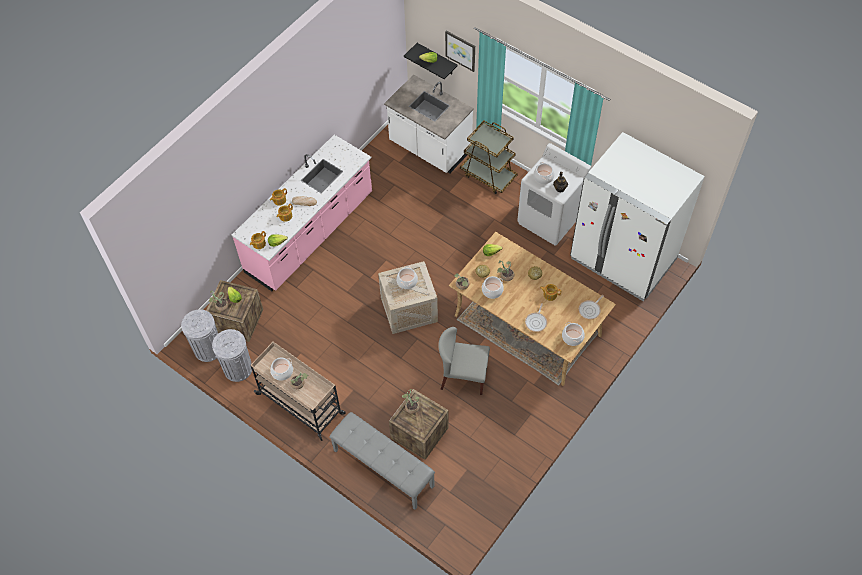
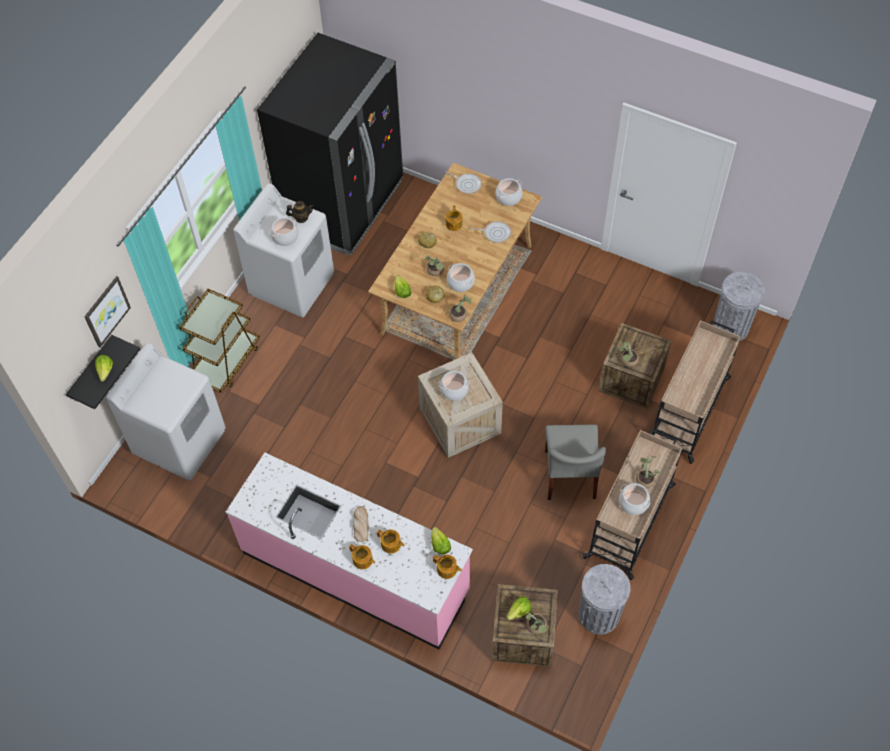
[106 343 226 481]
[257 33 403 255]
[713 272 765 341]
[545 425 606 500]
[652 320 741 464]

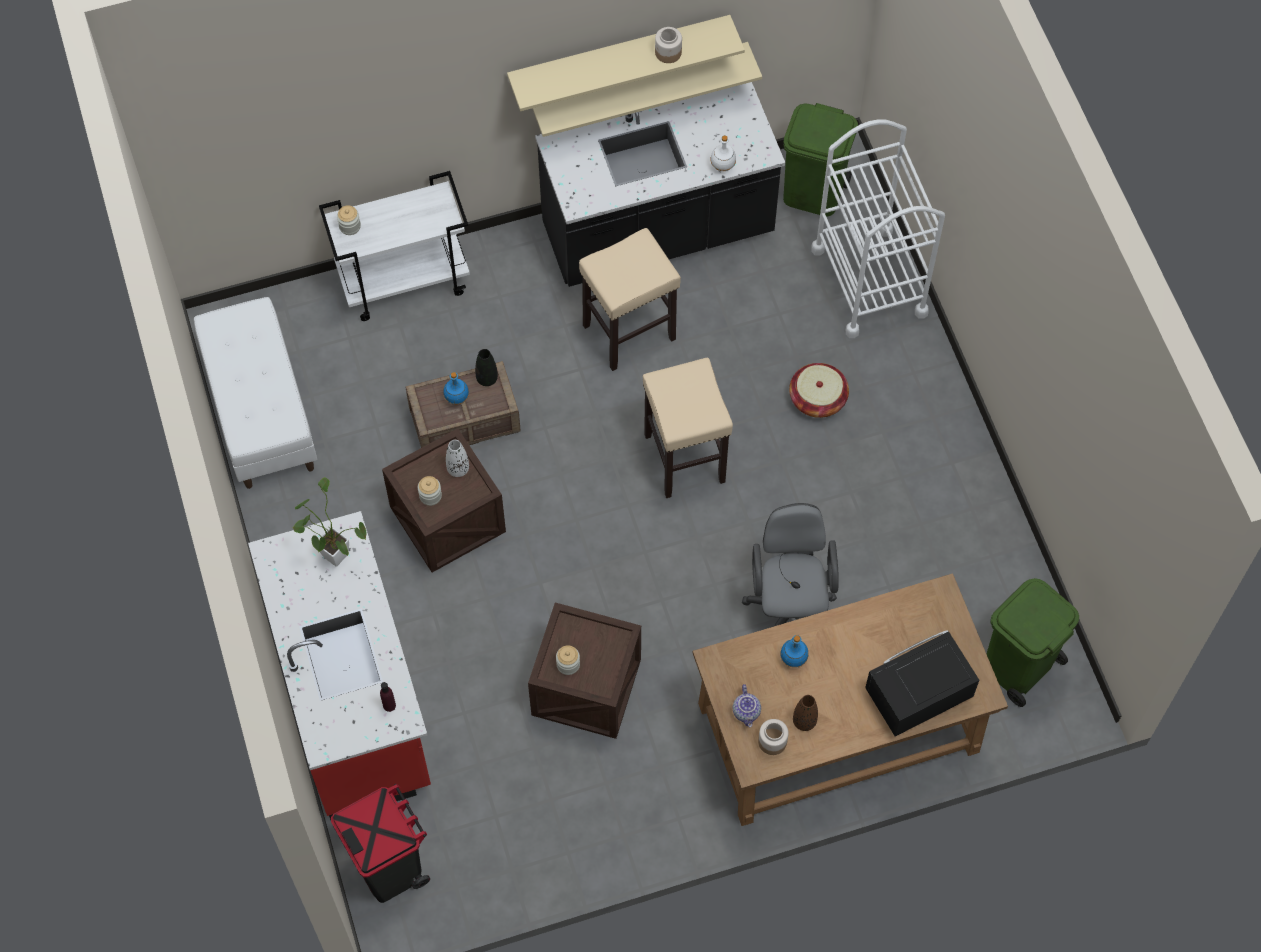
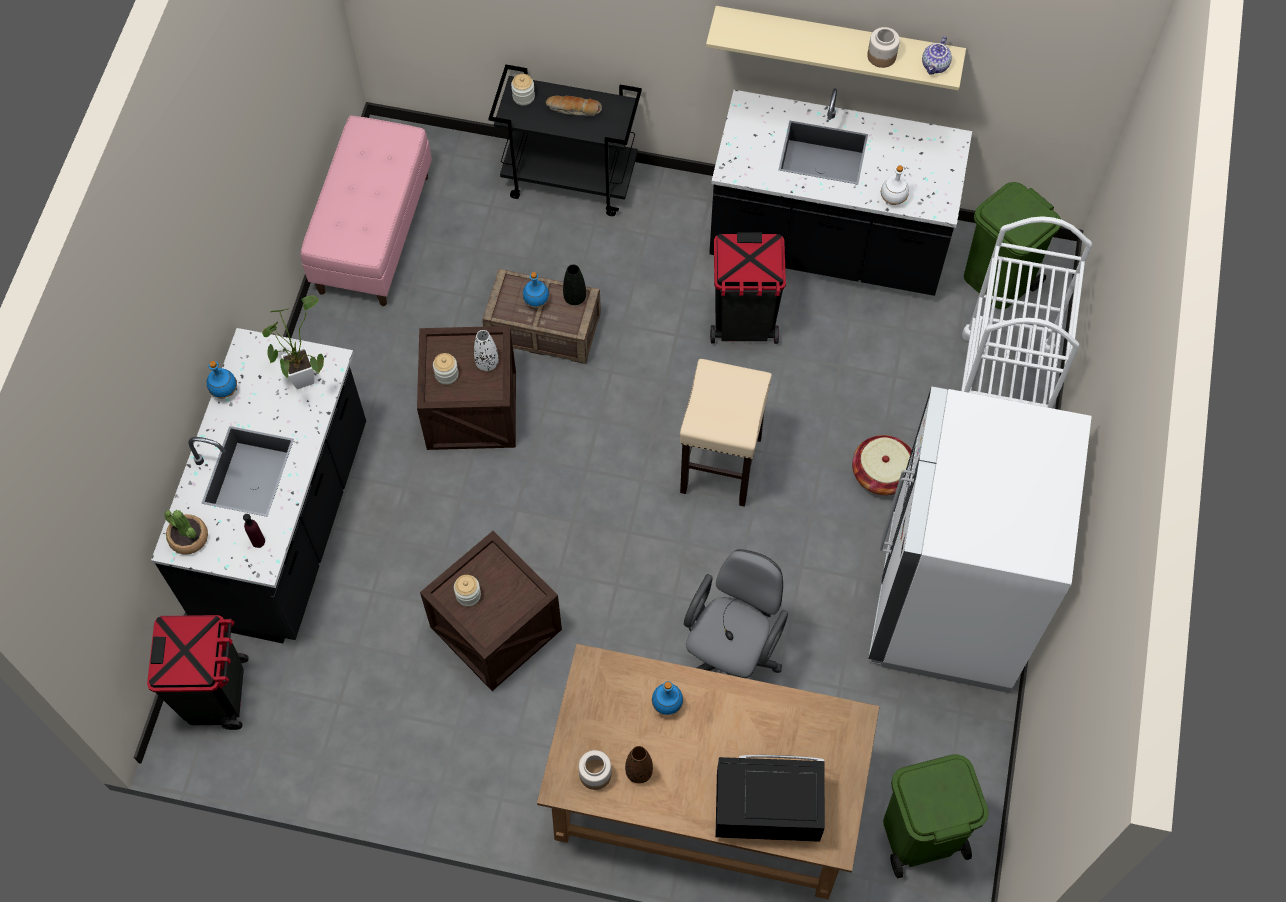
[532 42 762 137] (first image)
[488 64 642 216]
[710 232 786 344]
[301 116 432 306]
[151 328 366 643]
[922 36 952 75]
[546 95 602 116]
[207 361 237 399]
[868 386 1092 693]
[164 510 208 555]

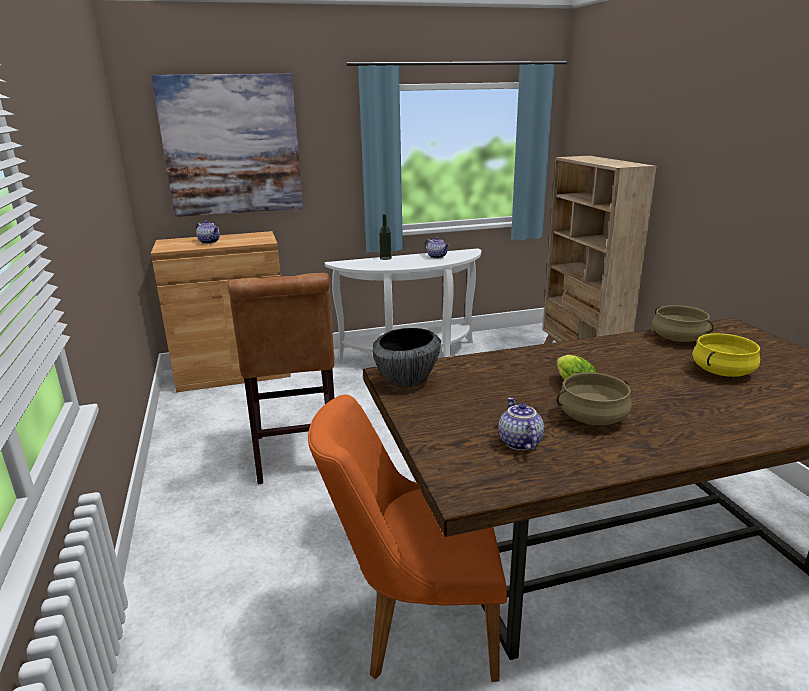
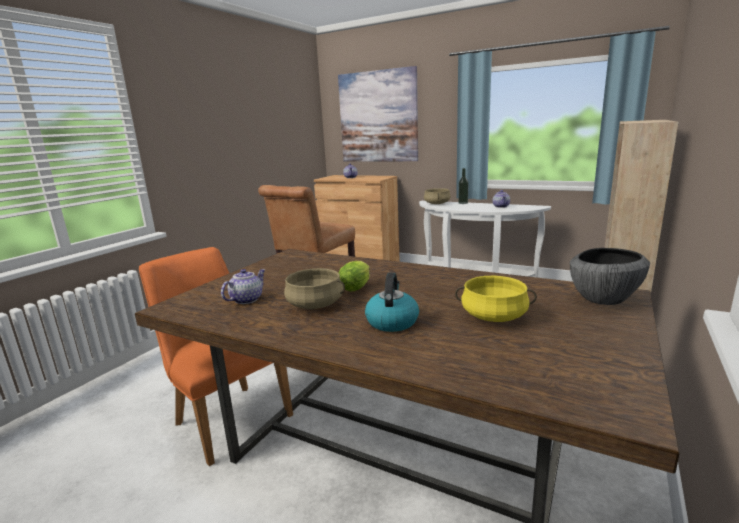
[424 188 451 204]
[570 248 650 305]
[365 273 419 332]

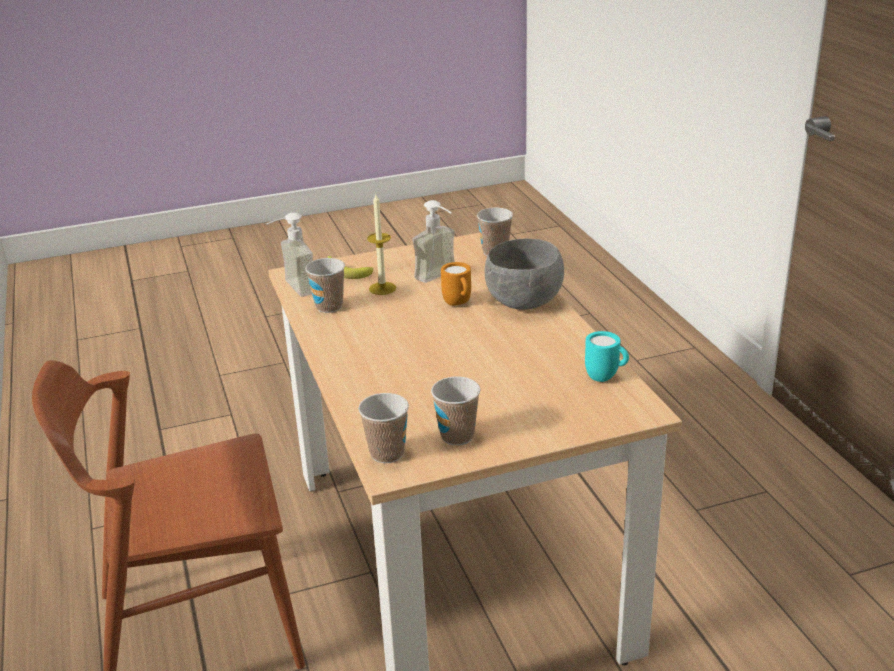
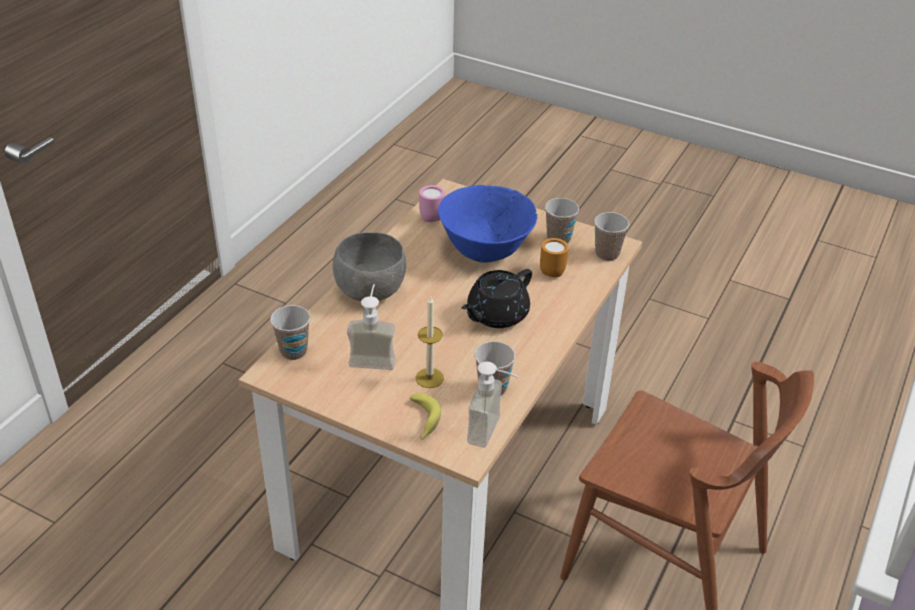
[540 238 569 277]
[419 185 445 222]
[438 185 538 262]
[462 269 532 328]

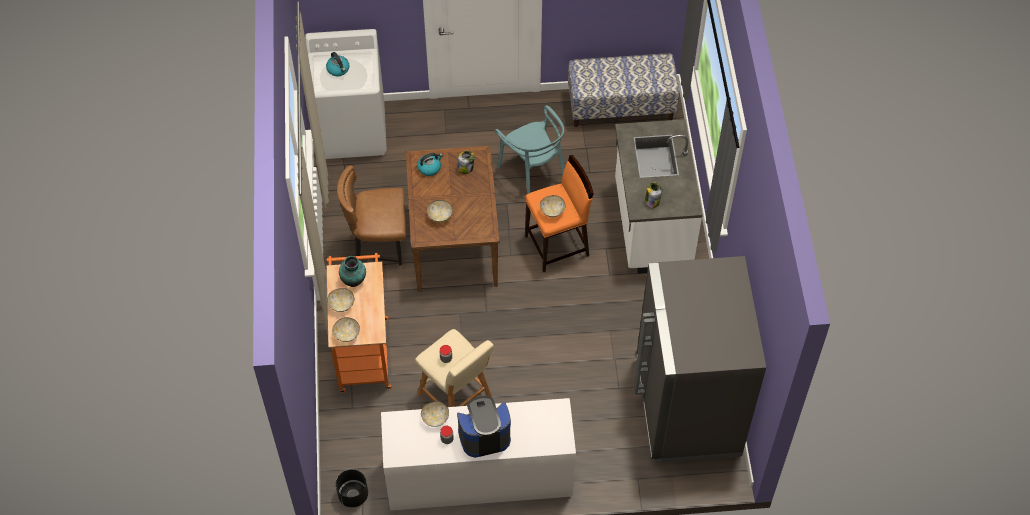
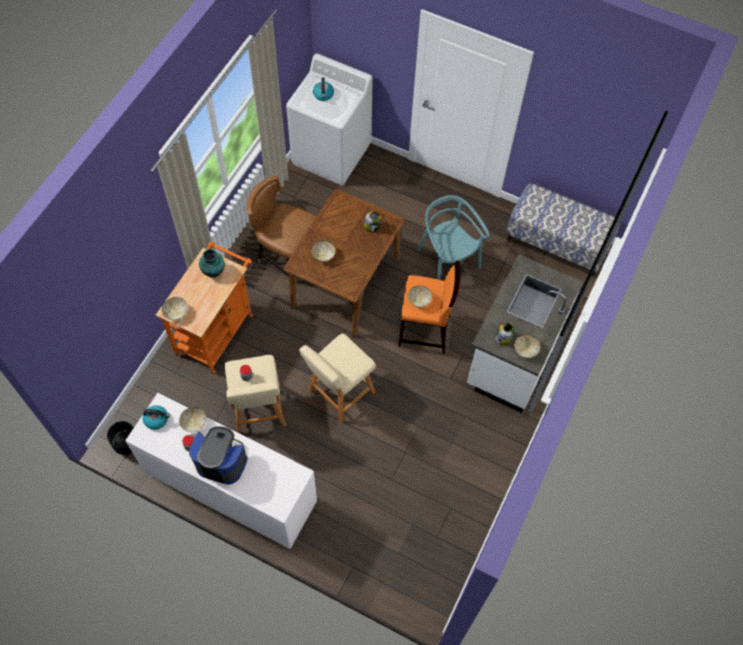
[417 195 490 280]
[143 405 170 430]
[633 256 766 463] (first image)
[514 335 540 358]
[299 334 376 423]

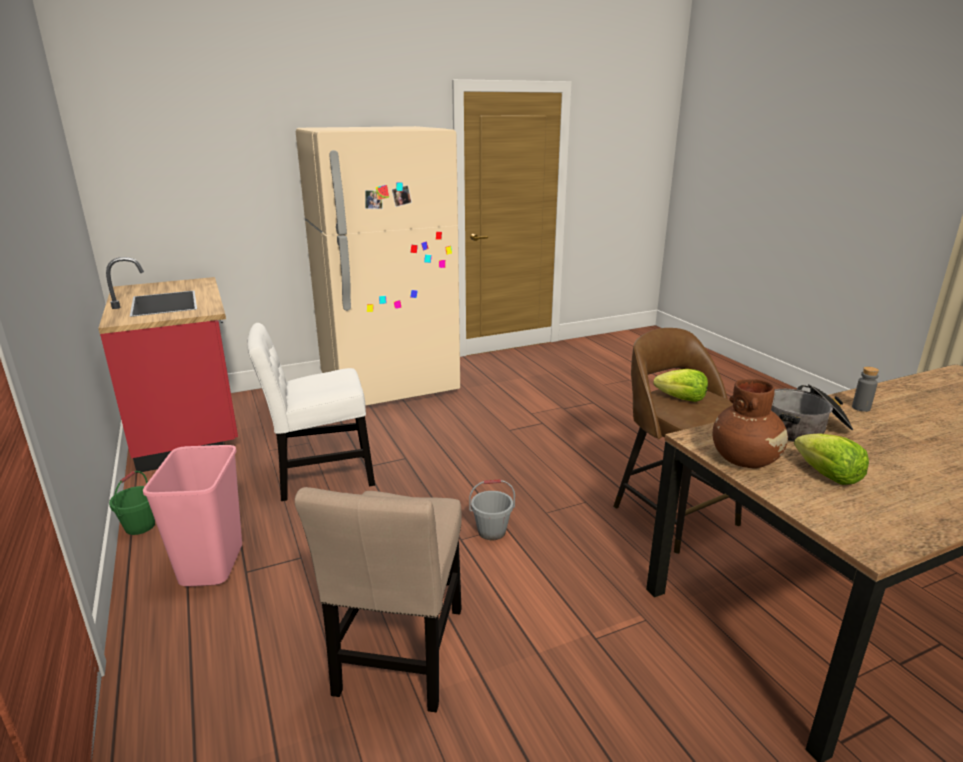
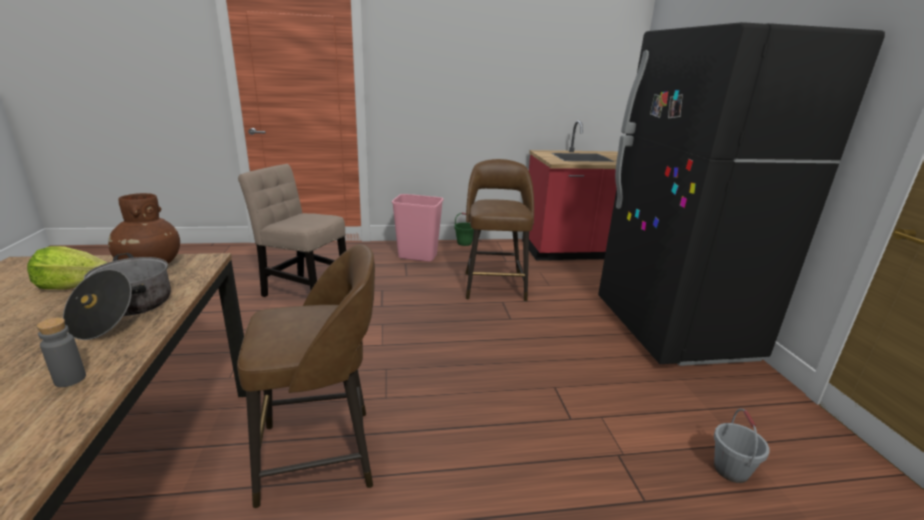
[598 22 885 366]
[465 159 534 302]
[653 369 708 402] (first image)
[714 409 770 483]

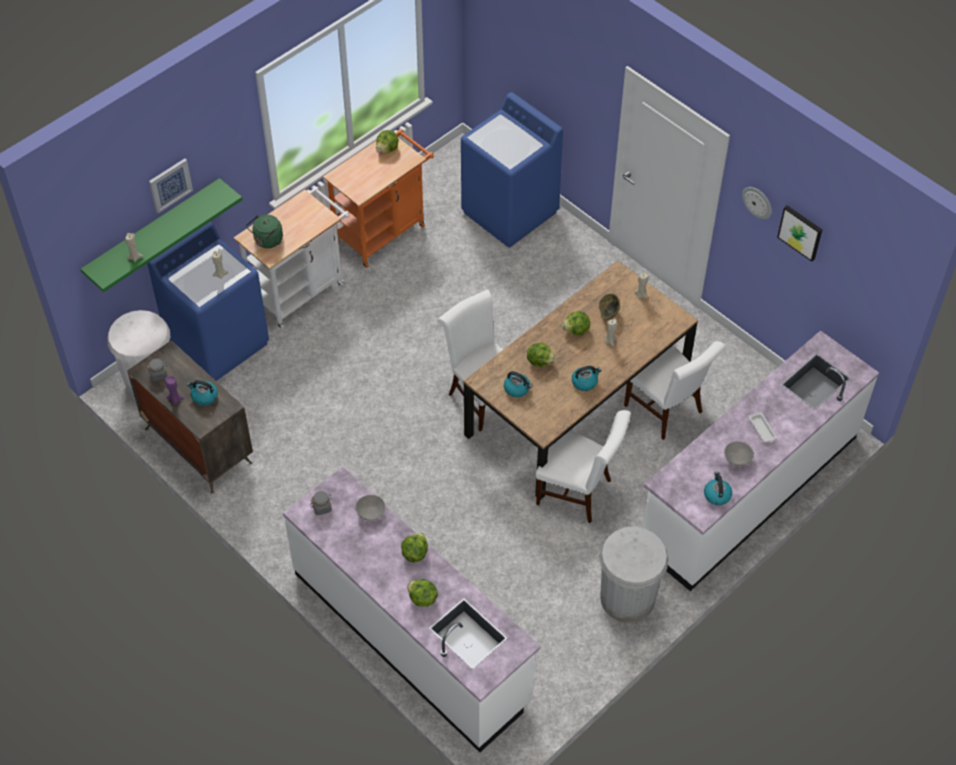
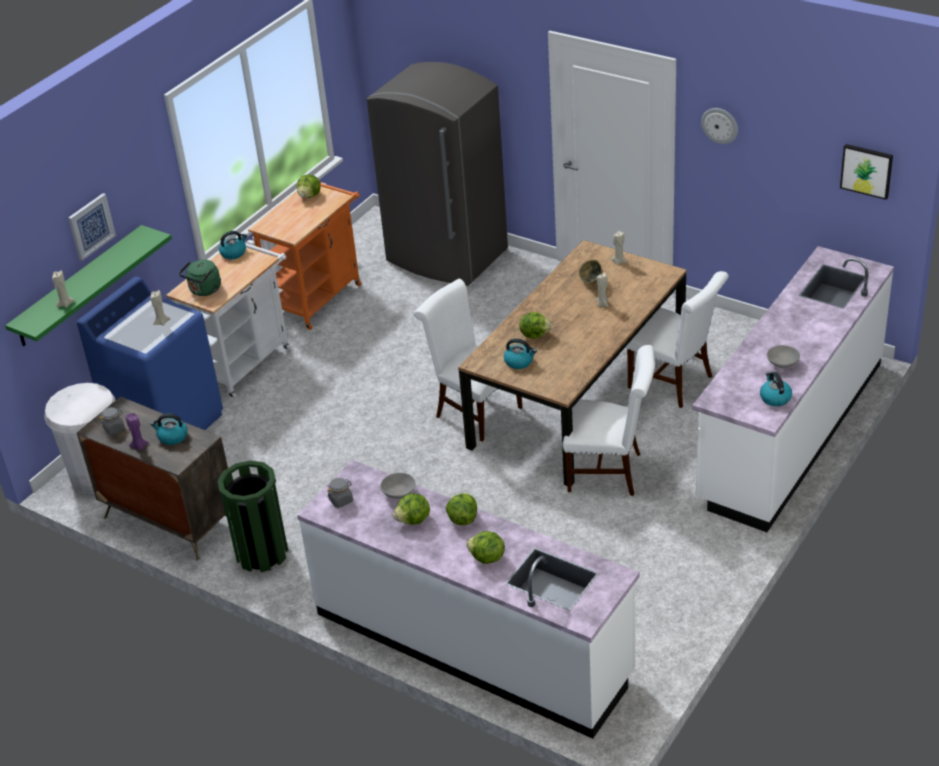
[367 62 508 286]
[840 144 893 200]
[393 493 430 525]
[219 231 247 259]
[748 412 777 442] (first image)
[599 527 669 623] (first image)
[218 460 288 572]

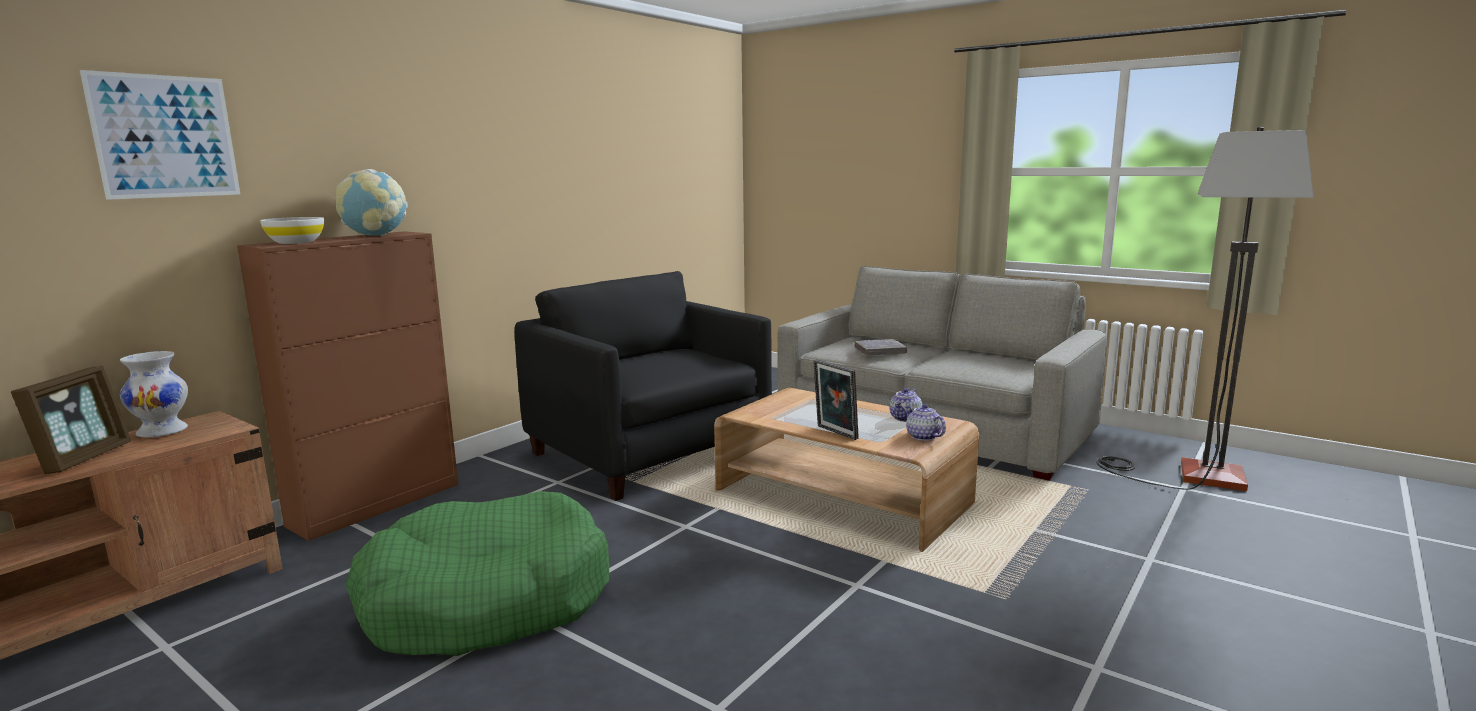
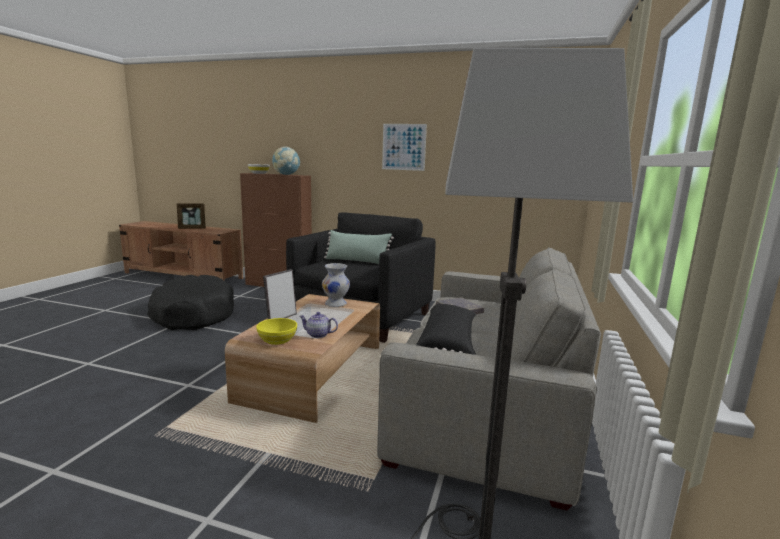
[382 124 427 171]
[322 263 350 307]
[256 318 297 345]
[147 275 234 330]
[324 230 394 264]
[416 304 476 355]

